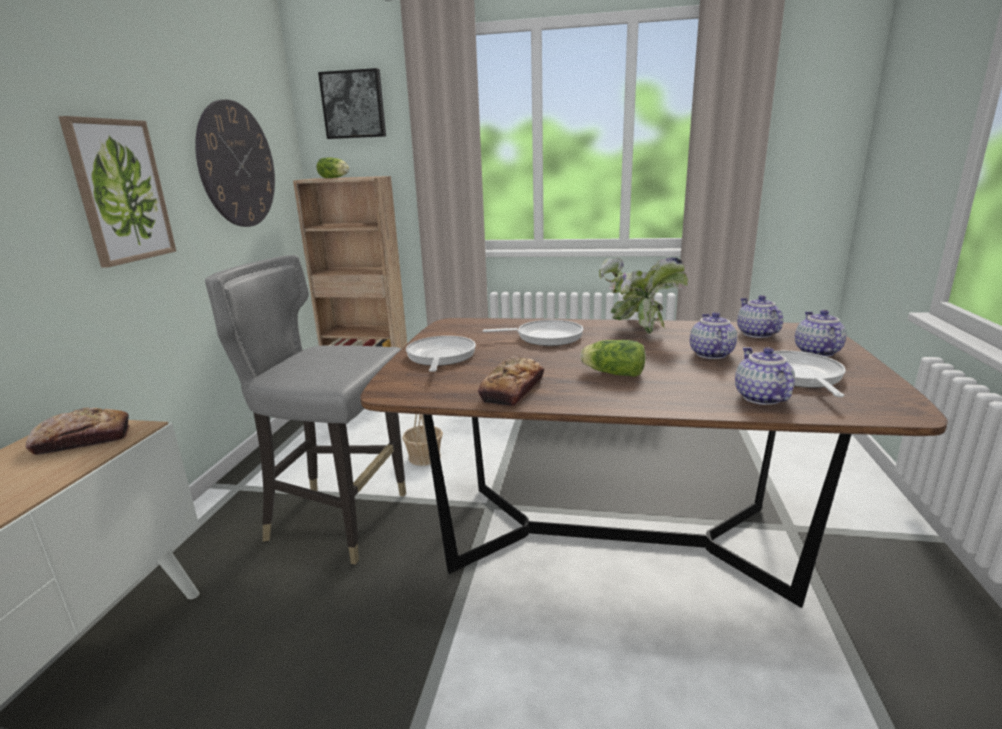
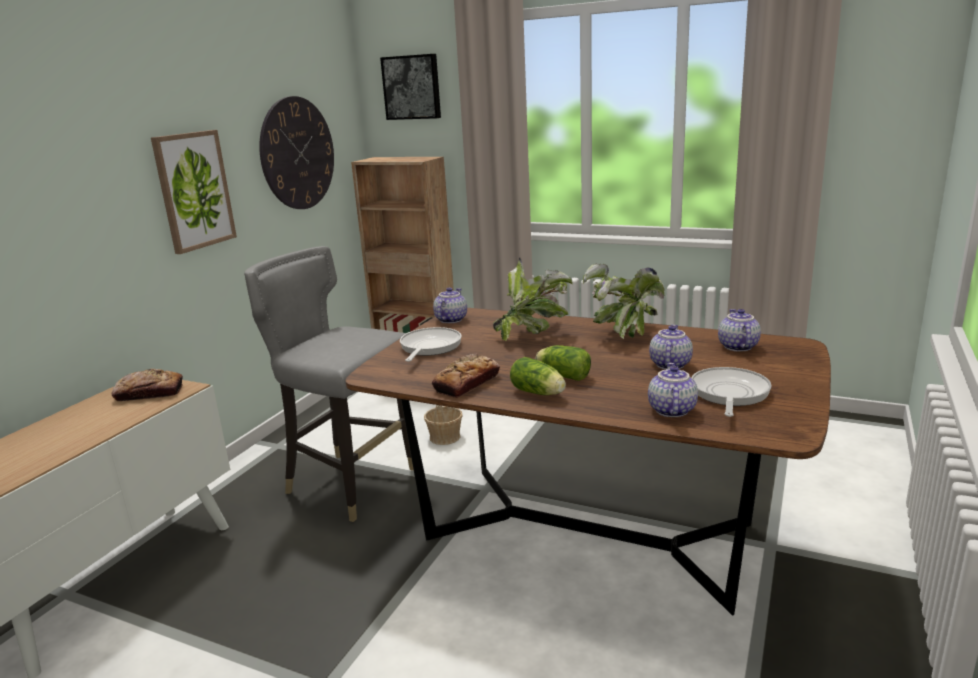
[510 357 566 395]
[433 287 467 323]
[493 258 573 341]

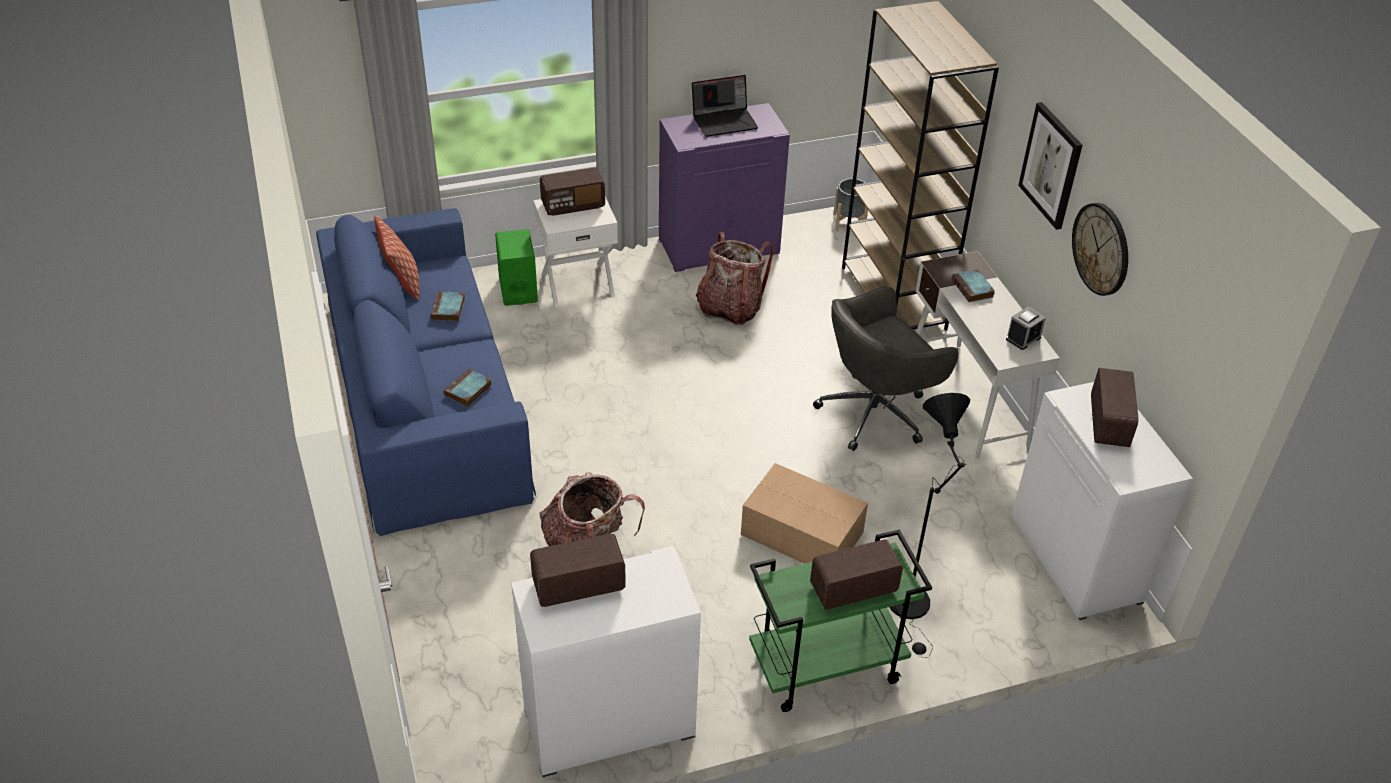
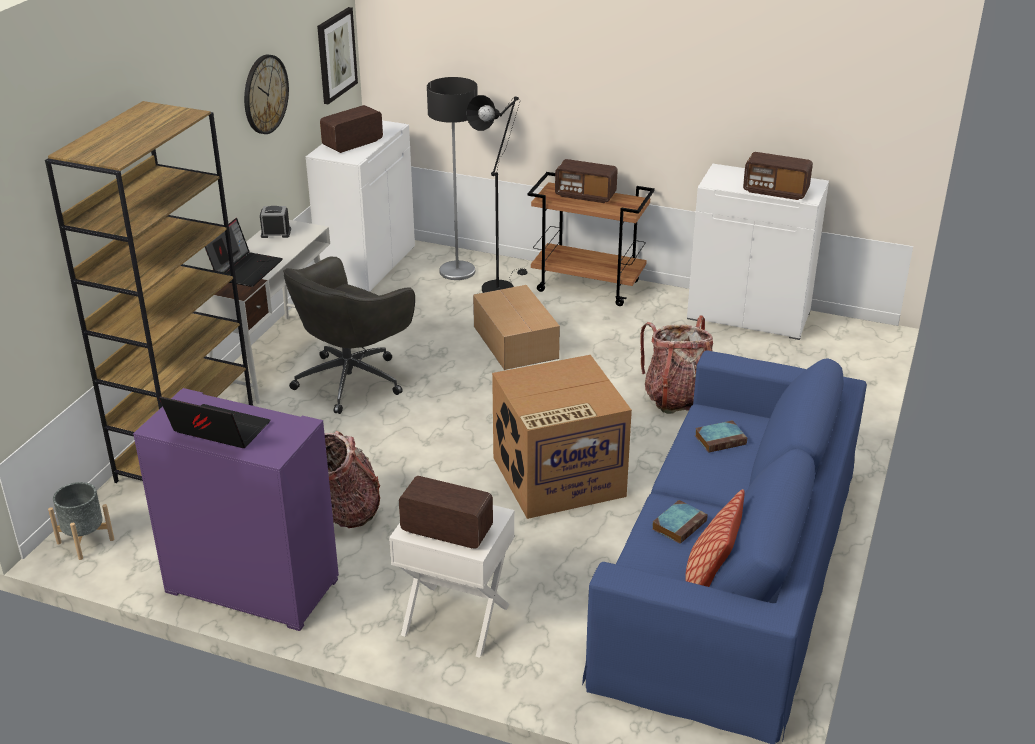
[317 7 358 104]
[495 229 538 306] (first image)
[205 218 283 287]
[283 257 415 414]
[527 172 655 306]
[427 77 478 280]
[492 355 632 519]

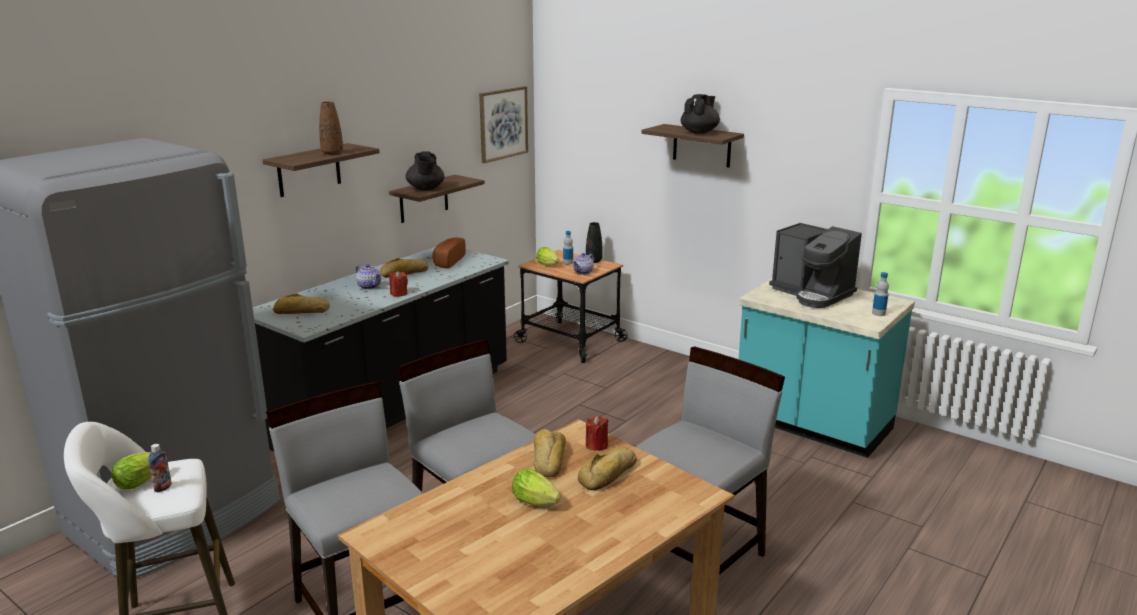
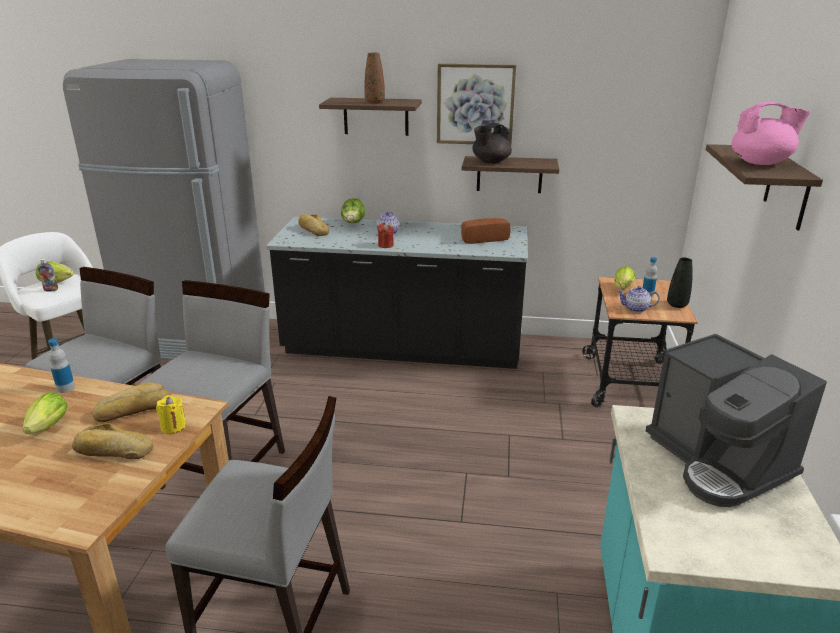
[437 64 516 145]
[731 102 810 165]
[646 334 827 507]
[381 258 428 278] (first image)
[48 338 75 393]
[156 395 186 434]
[341 198 365 223]

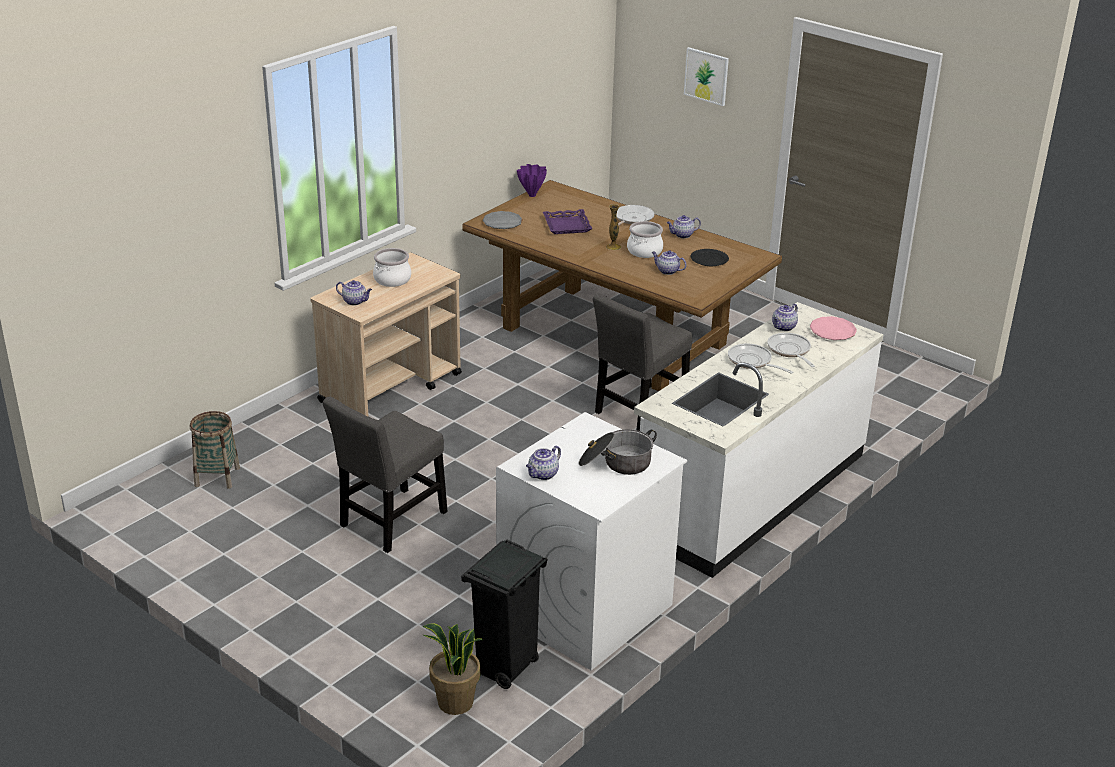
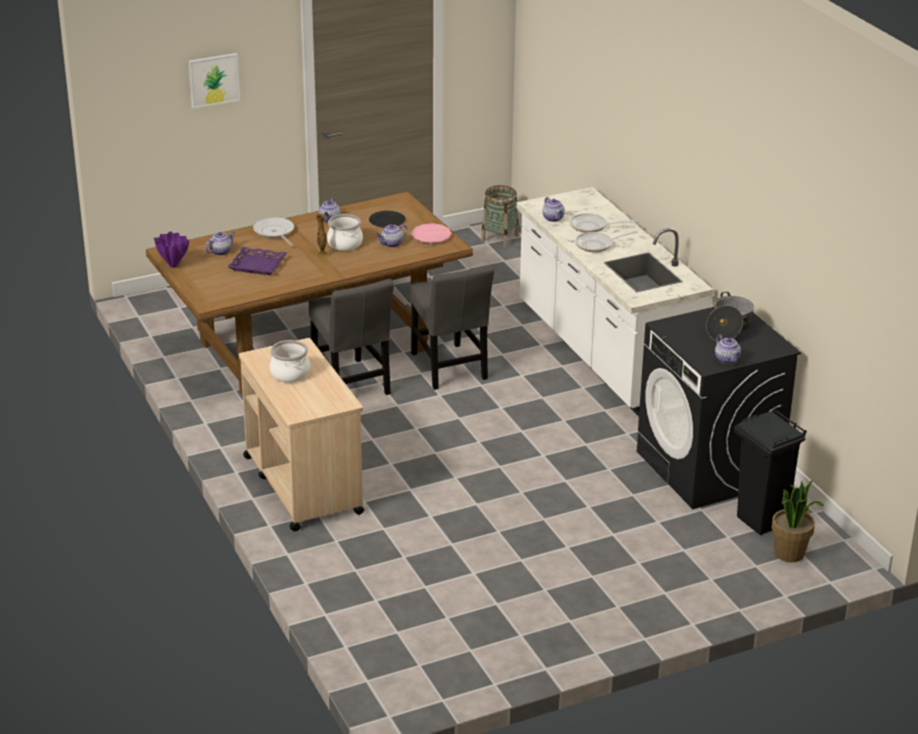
[483 211 523 229] (first image)
[205 231 235 255]
[411 223 452 243]
[309 279 394 395]
[481 185 519 247]
[637 307 801 509]

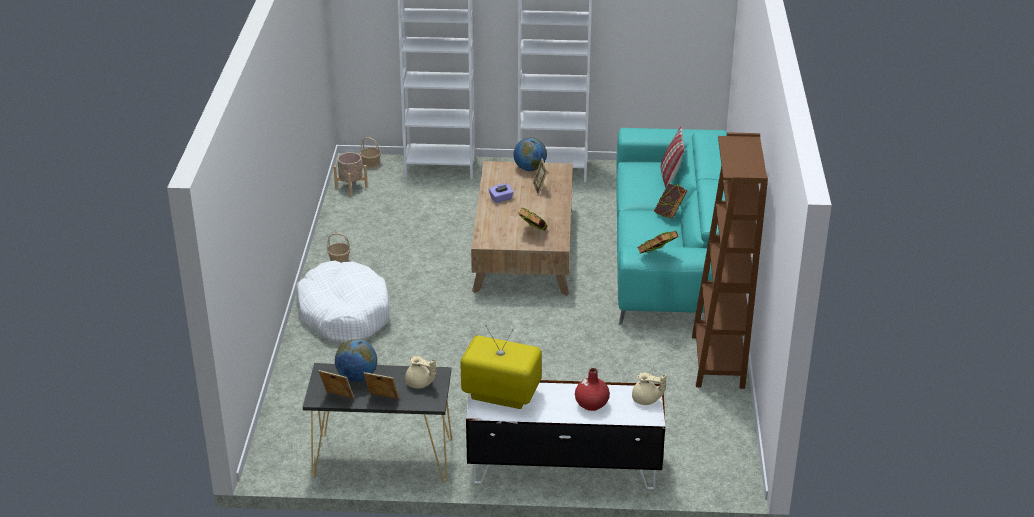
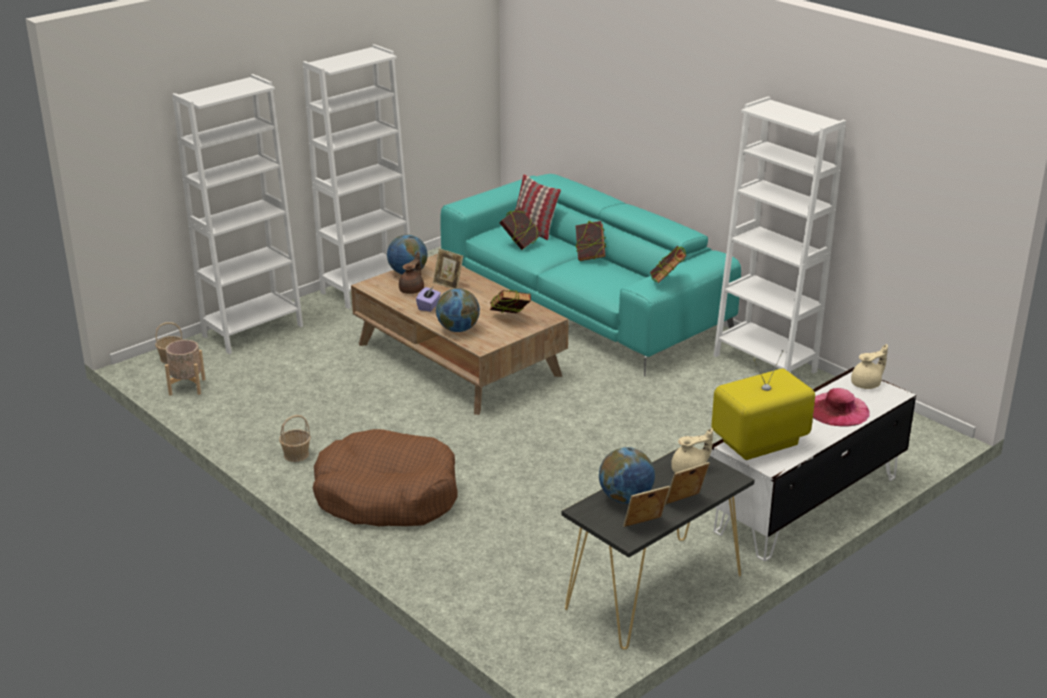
[713 96 846 374]
[313 429 458 526]
[813 388 870 427]
[499 207 542 250]
[399 252 424 294]
[436 288 480 332]

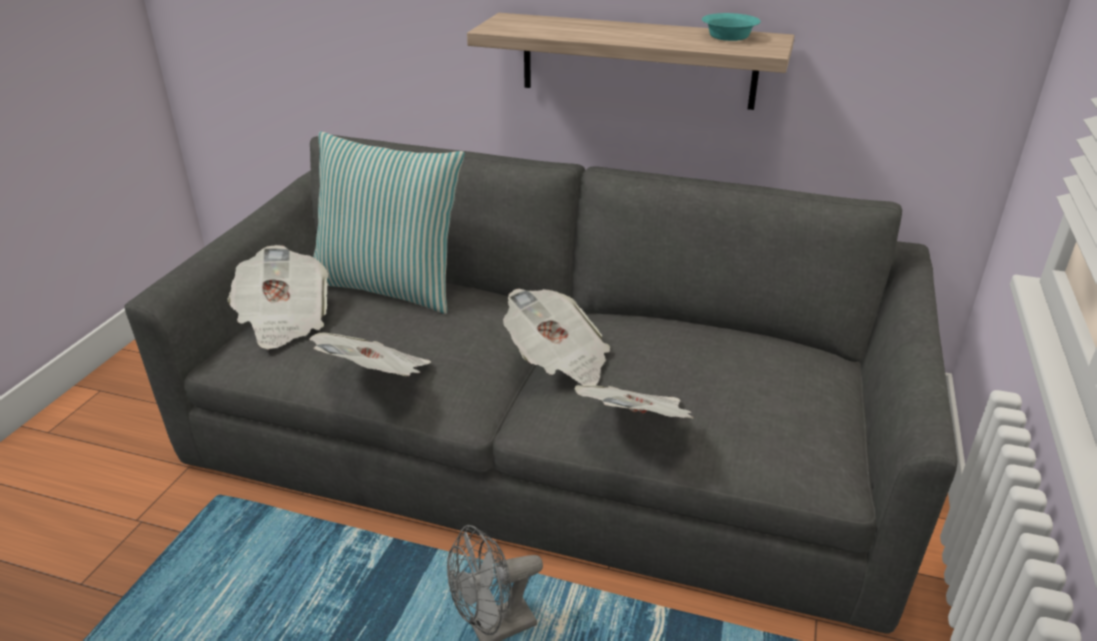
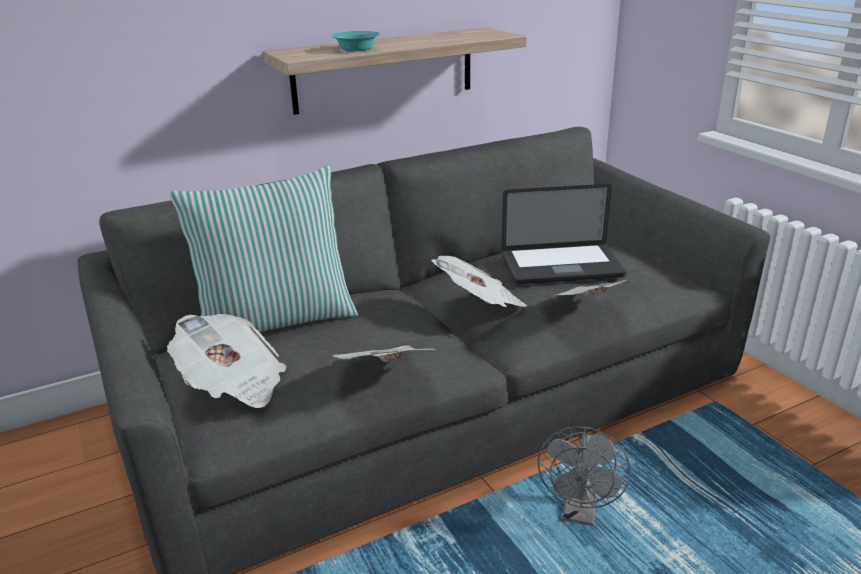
[331 31 380 51]
[502 184 626 284]

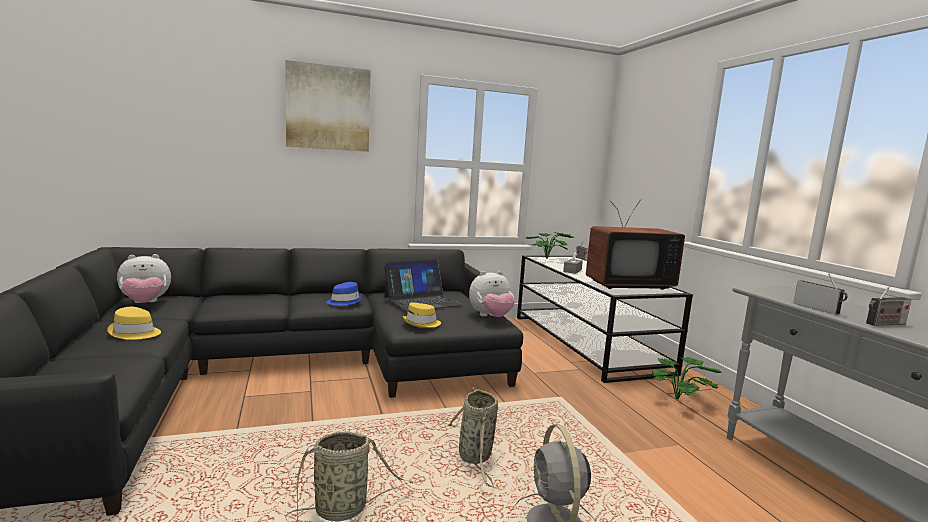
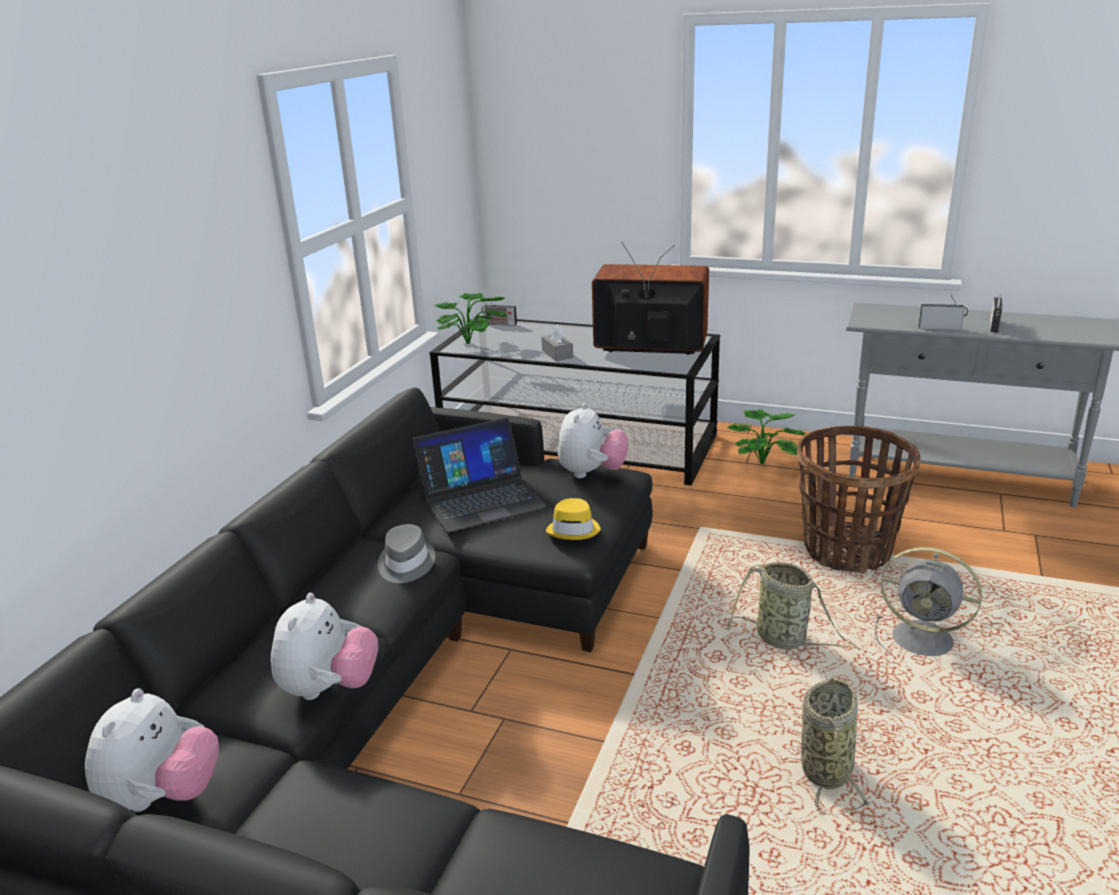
[285 60 371 152] (first image)
[592 242 709 355]
[413 418 546 532]
[378 524 435 583]
[107 307 161 340] (first image)
[797 426 921 573]
[271 593 378 700]

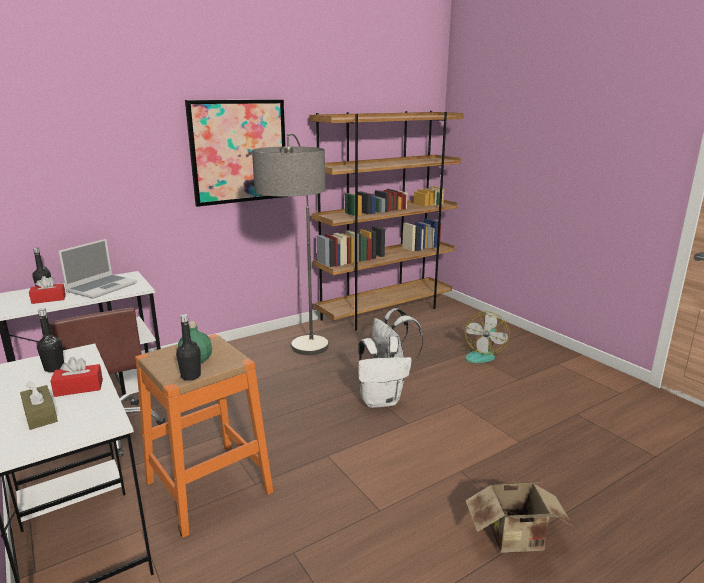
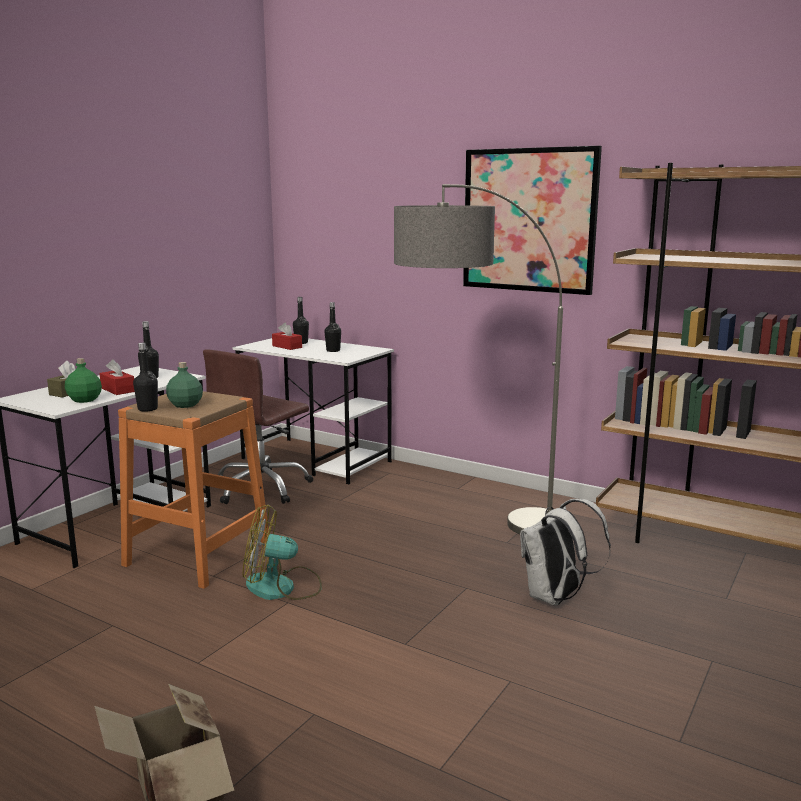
[324 302 341 352]
[243 505 322 600]
[358 336 412 408] (first image)
[65 358 102 403]

